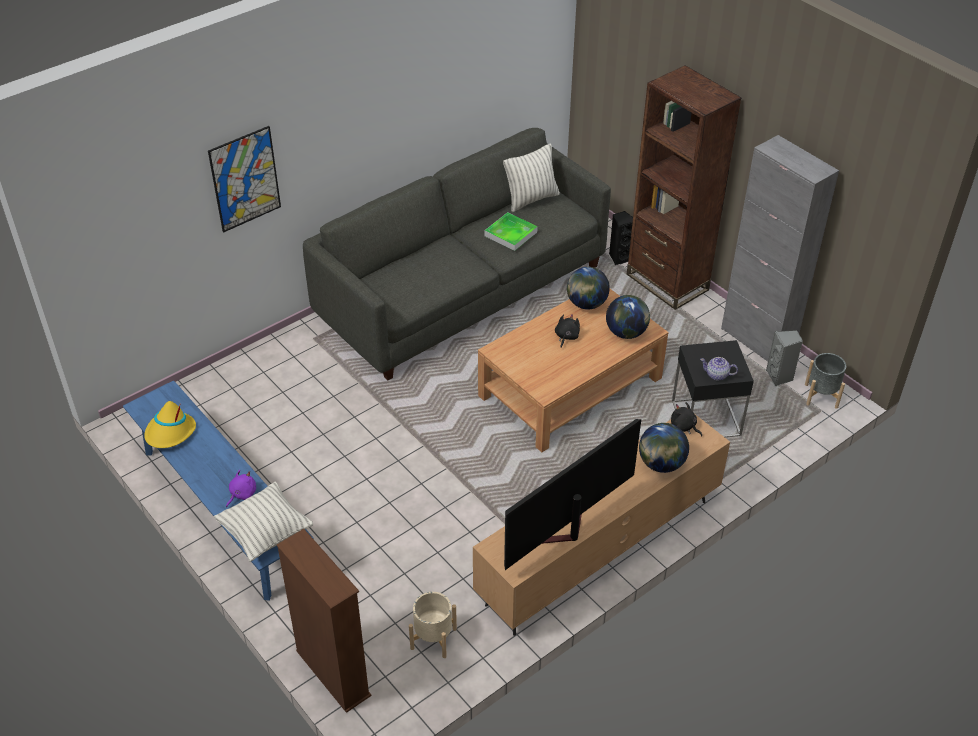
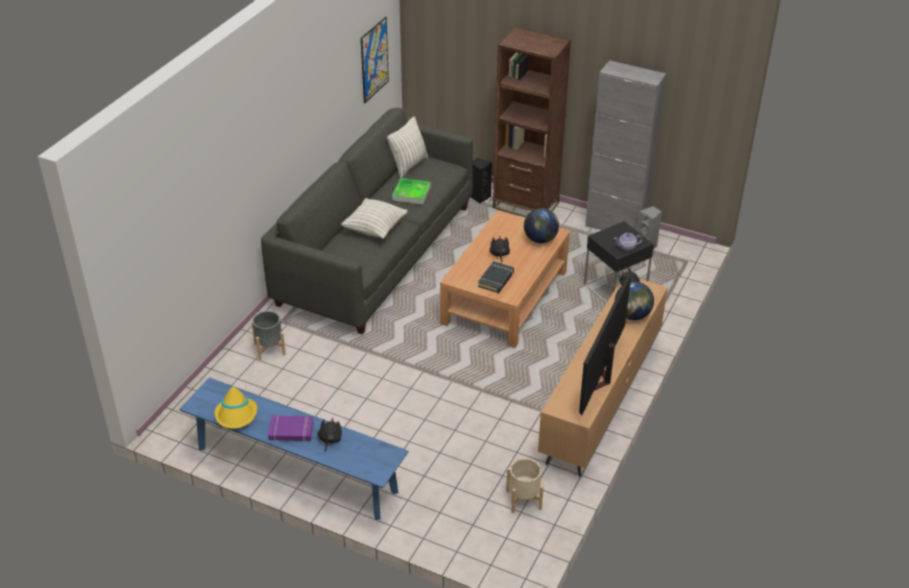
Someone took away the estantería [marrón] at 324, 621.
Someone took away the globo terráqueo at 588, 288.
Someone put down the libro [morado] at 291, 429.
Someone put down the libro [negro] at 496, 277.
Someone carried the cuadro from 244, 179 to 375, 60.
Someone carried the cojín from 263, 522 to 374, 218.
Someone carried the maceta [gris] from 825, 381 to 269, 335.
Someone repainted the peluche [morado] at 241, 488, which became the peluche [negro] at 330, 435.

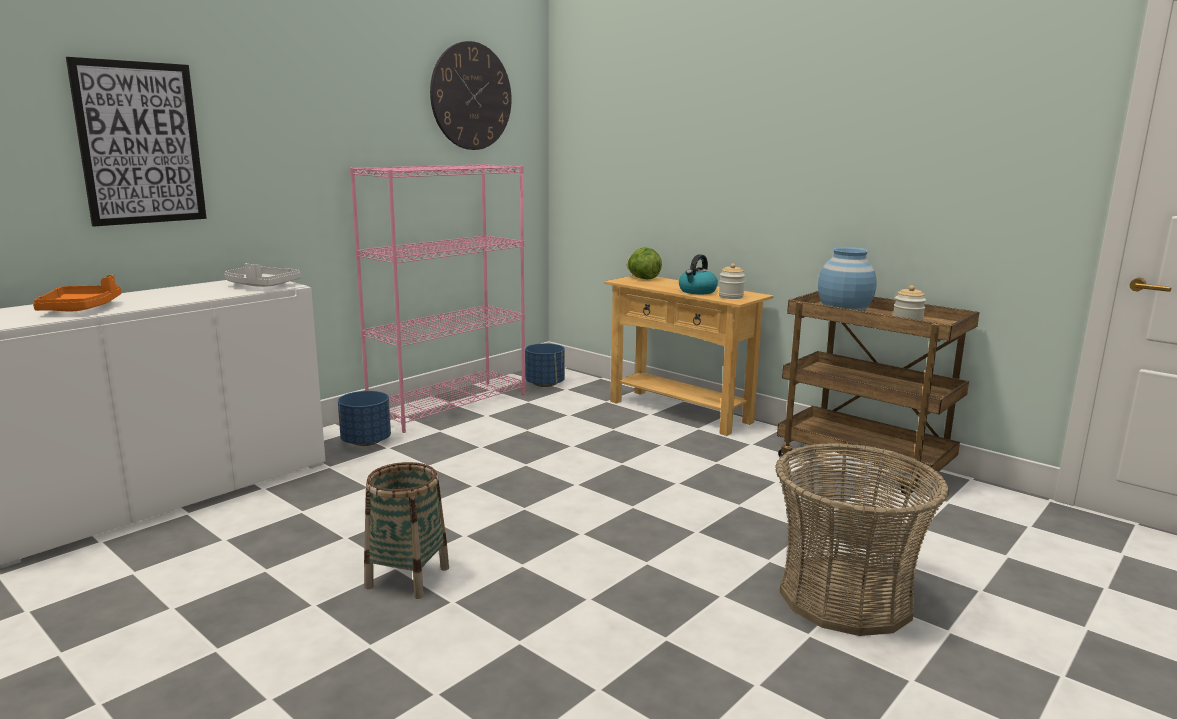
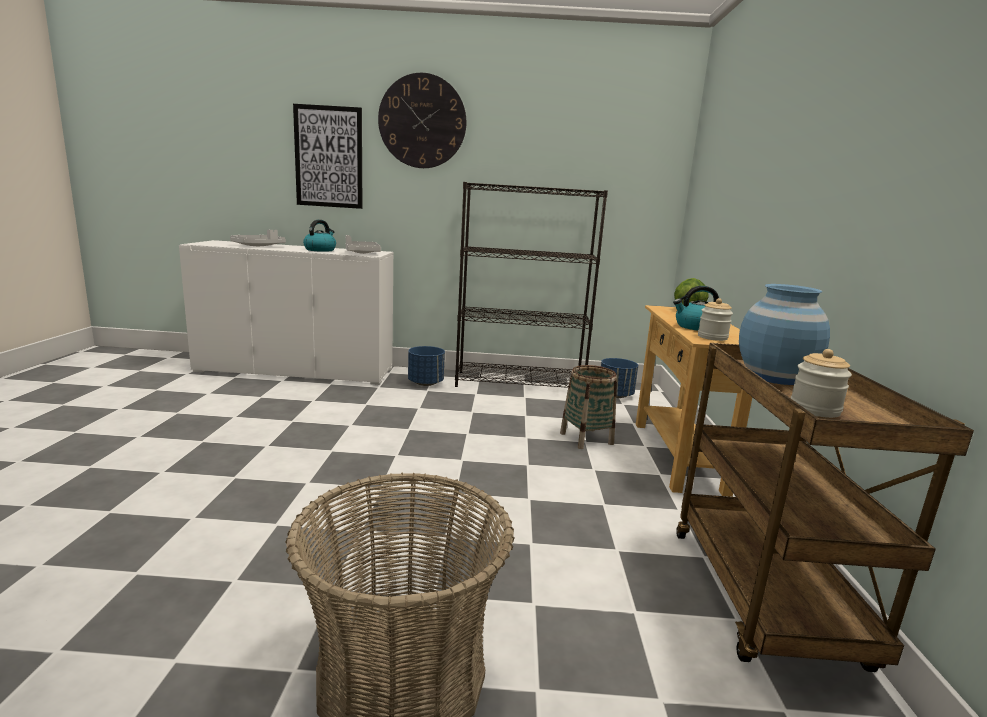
Someone put down the hervidor at 319, 236.
Someone carried the cesta from 406, 530 to 588, 407.
Someone carried the reloj de pared from 471, 95 to 422, 120.
Someone repainted the bandeja [naranja] at 77, 293, which became the bandeja [gris] at 258, 238.
Someone repainted the estantería [rosa] at 437, 298, which became the estantería [negro] at 531, 285.

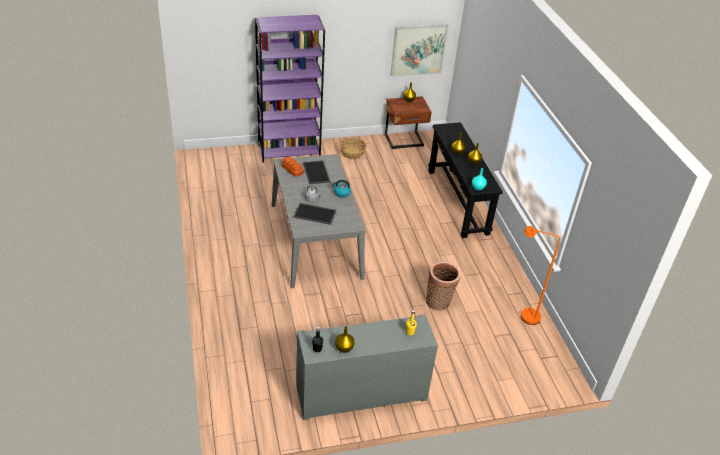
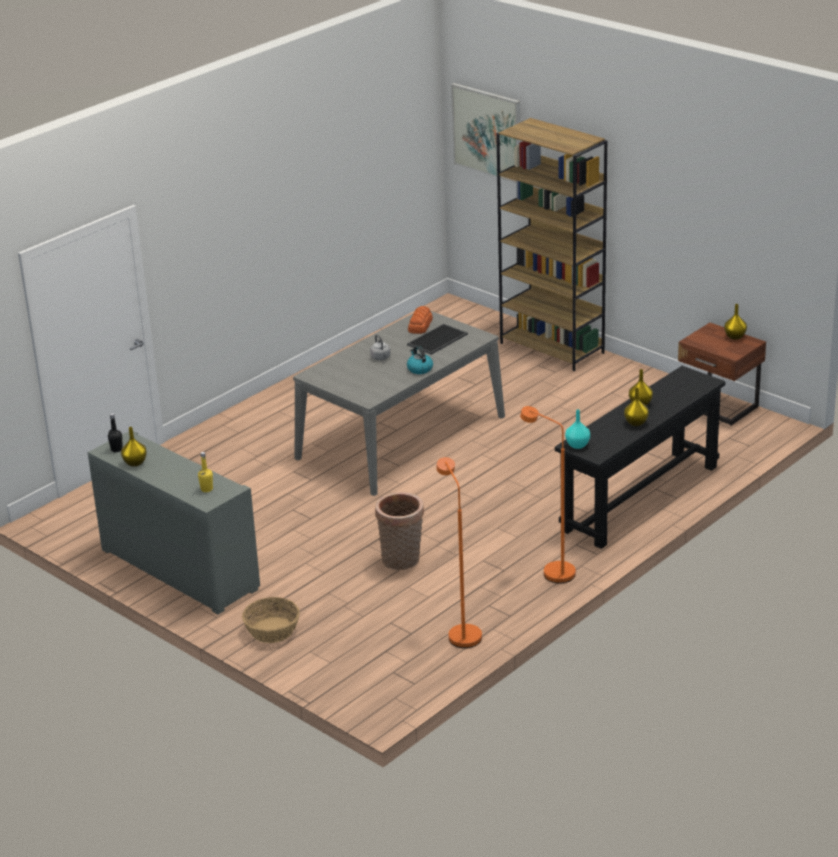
Someone took away the bandeja at 314, 214.
Someone put down the lámpara de pie [naranja] at 548, 494.
Someone carried the cesta from 353, 148 to 271, 620.
Someone carried the cuadro from 419, 50 to 486, 133.
Someone repainted the estantería [morado] at 290, 88, which became the estantería [marrón] at 551, 244.

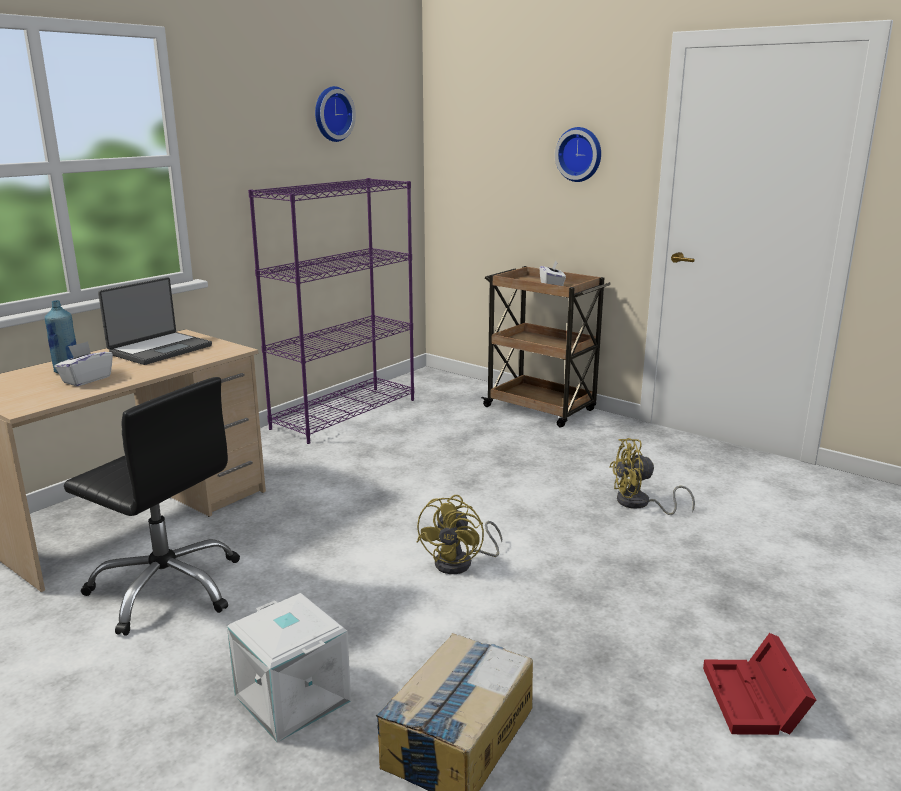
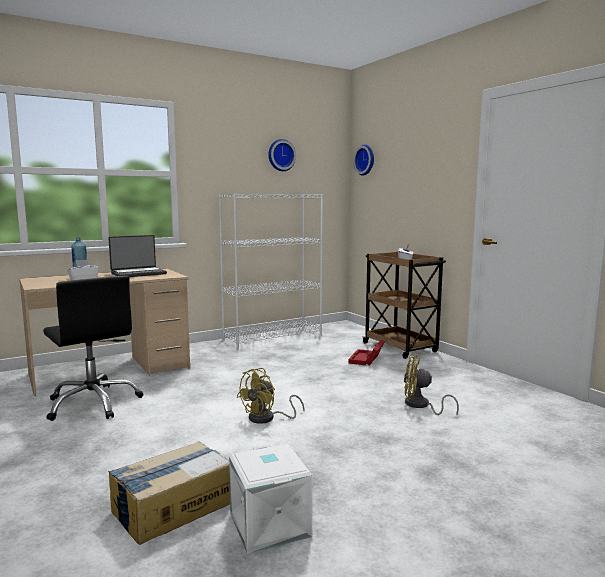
Someone carried the caja de almacenaje [blanco] from 289, 667 to 271, 499.
Someone carried the reloj de pared from 578, 154 to 363, 159.
Someone carried the caja de almacenaje [rojo] from 759, 684 to 366, 352.
Someone repainted the estantería [morado] at 331, 311, which became the estantería [blanco] at 270, 271.

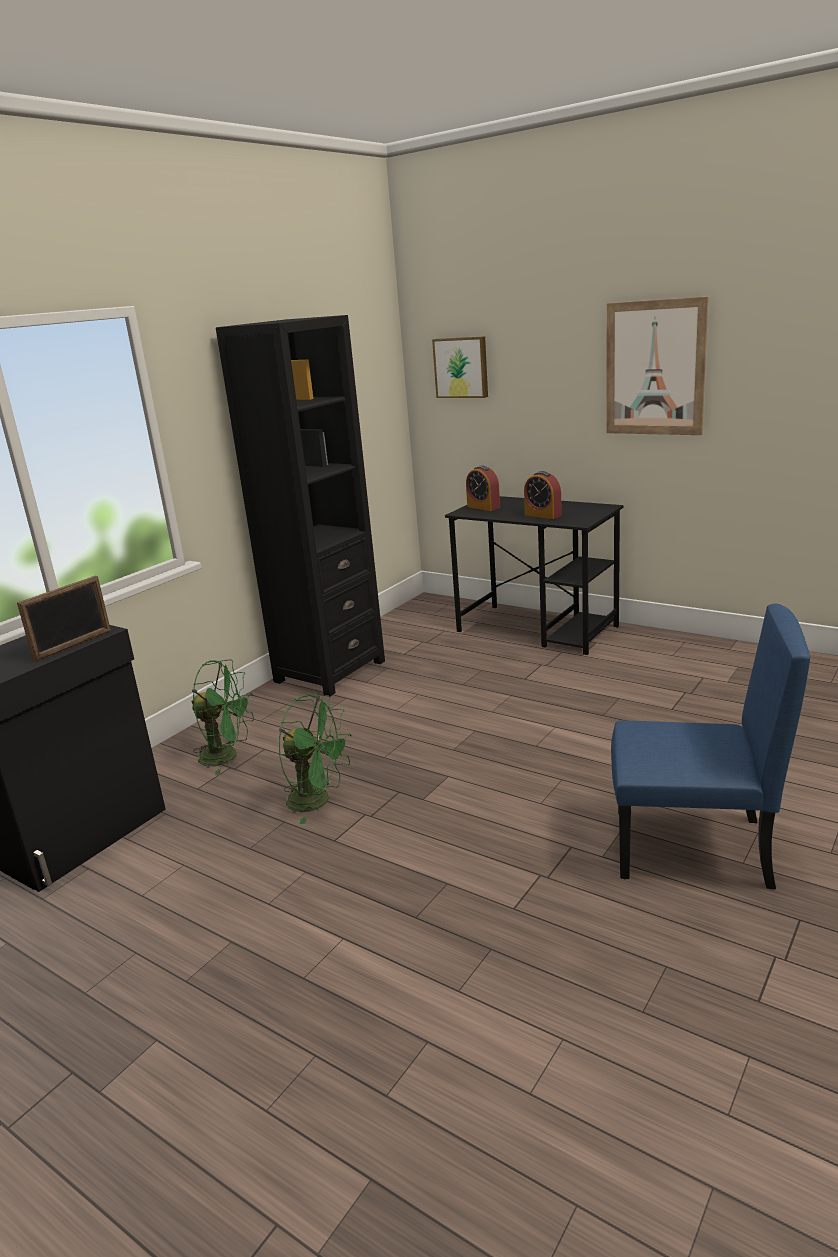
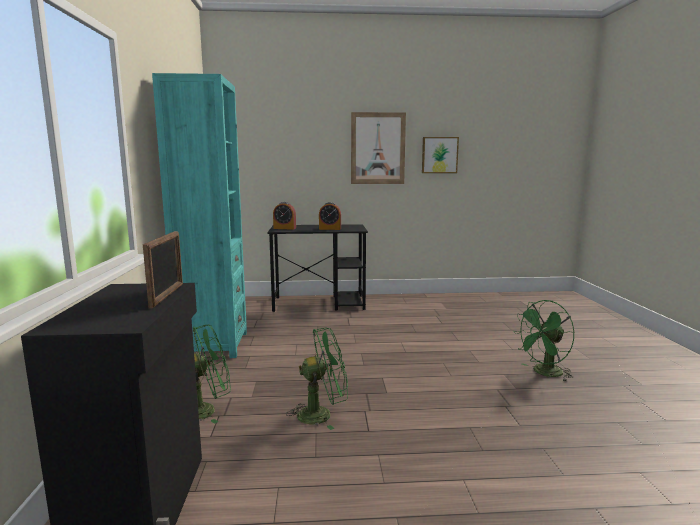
Someone carried the cuadro from 460, 367 to 440, 155.
Someone swapped the silla [azul] at 710, 746 for the ventilador [verde] at 544, 341.
Someone repainted the estantería [negro] at 300, 505, which became the estantería [turquesa] at 199, 215.

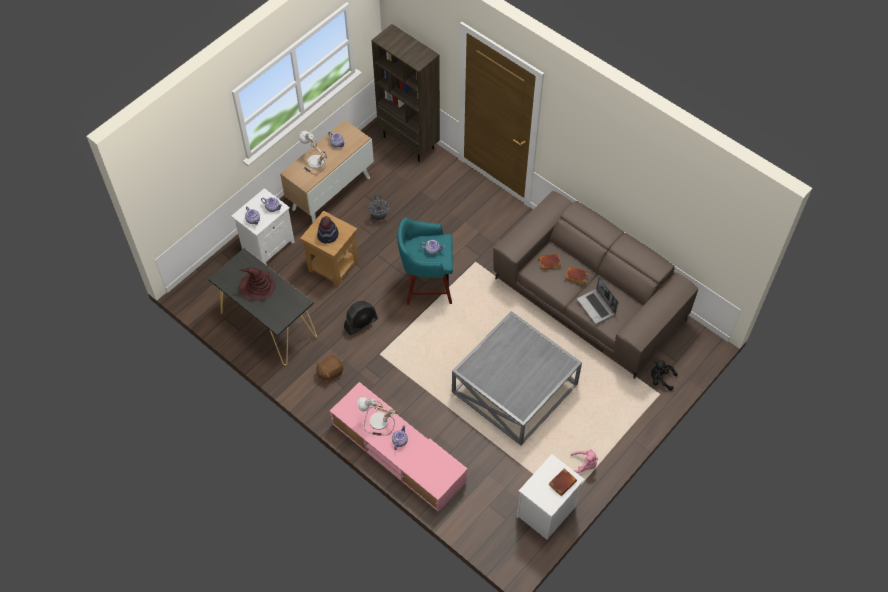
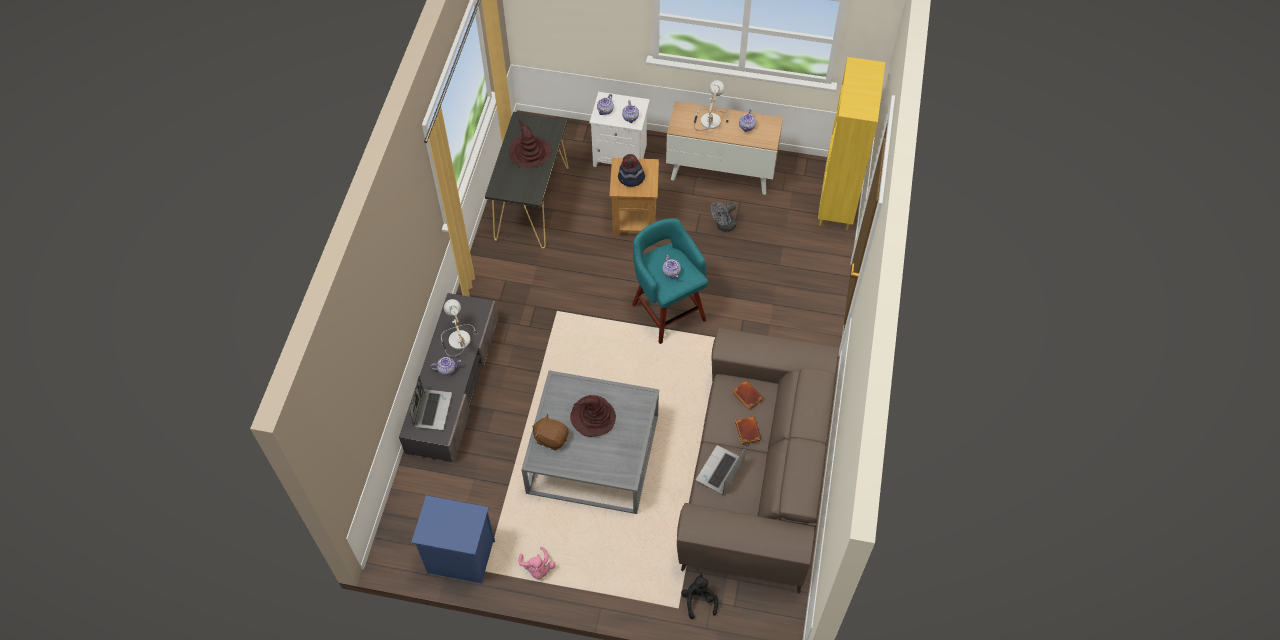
Someone took away the ventilador [negro] at 361, 318.
Someone took away the libro [marrón] at 562, 482.
Someone put down the portátil at 430, 403.
Someone put down the sombrero [marrón] at 593, 416.
Someone carried the peluche [marrón] from 329, 369 to 550, 432.
Someone repainted the mueble de televisión [rosa] at 399, 447, which became the mueble de televisión [gris] at 448, 377.
Someone repainted the estantería [marrón] at 406, 93, which became the estantería [amarillo] at 851, 143.
Someone repainted the mesita de noche [blanco] at 550, 496, which became the mesita de noche [azul] at 453, 539.

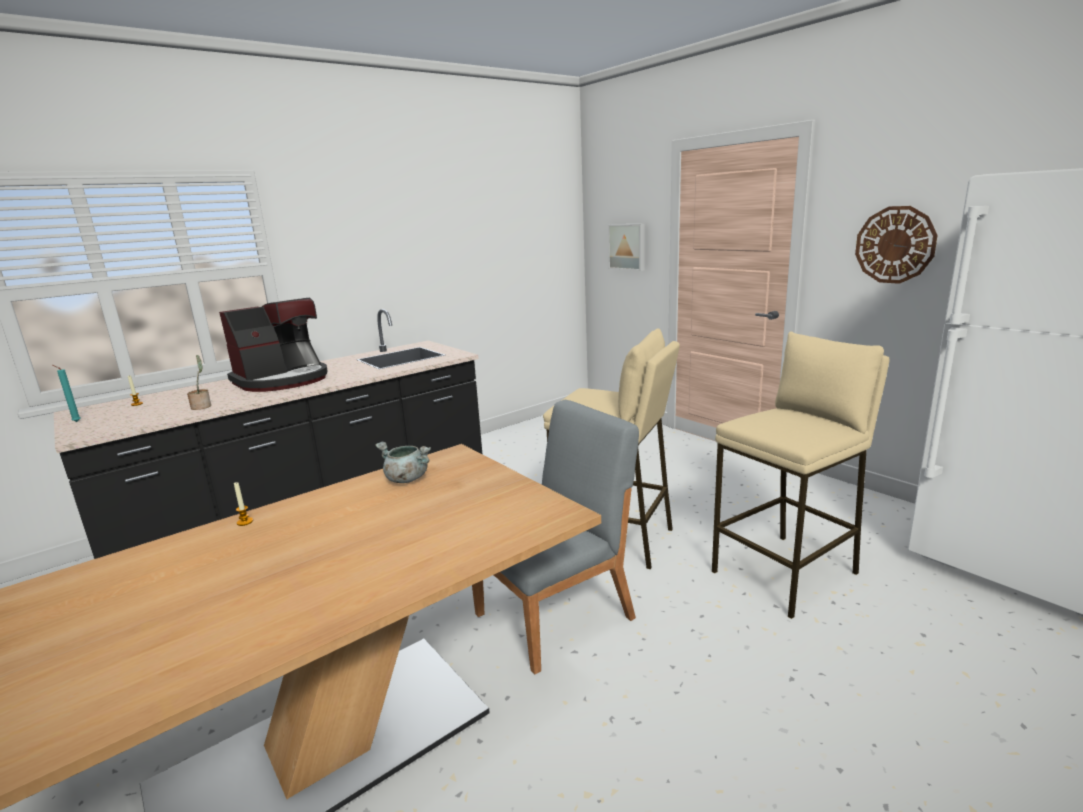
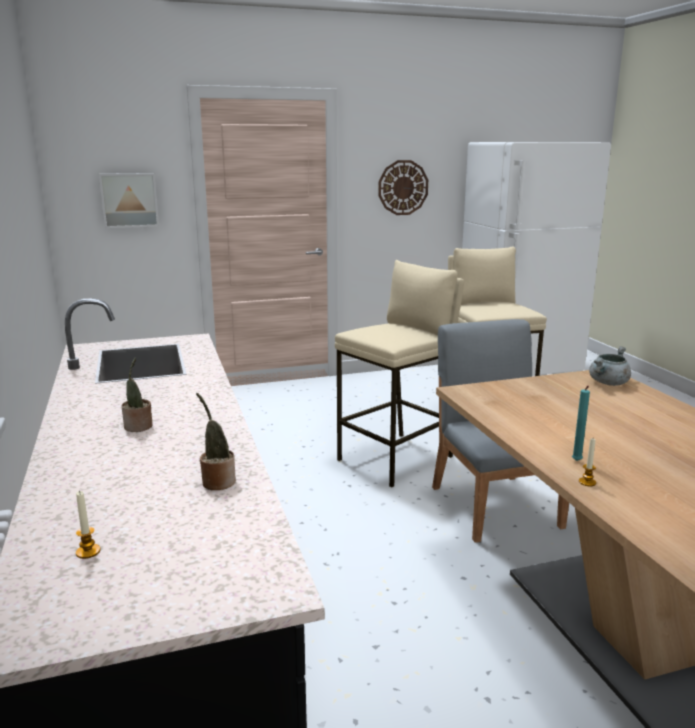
Someone carried the vela [turquesa] from 66, 393 to 581, 423.
Someone carried the olla [gris] from 403, 462 to 610, 366.
Someone swapped the cafetera at 273, 345 for the planta en maceta at 137, 395.

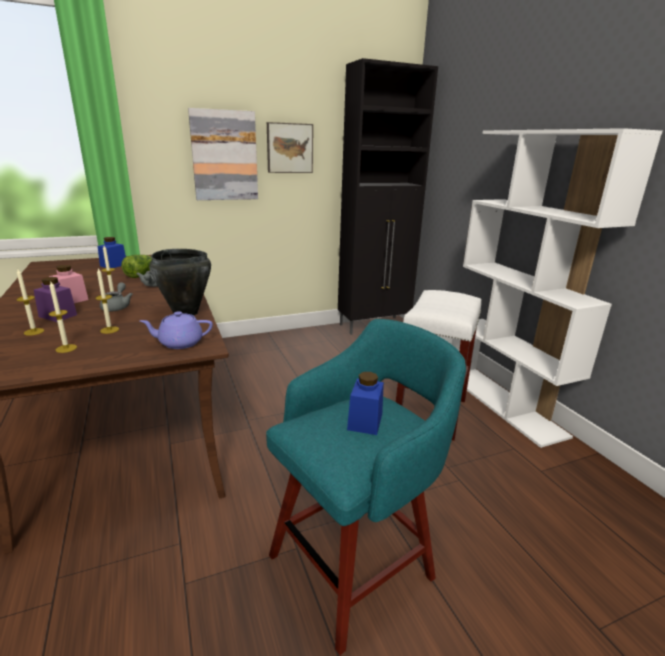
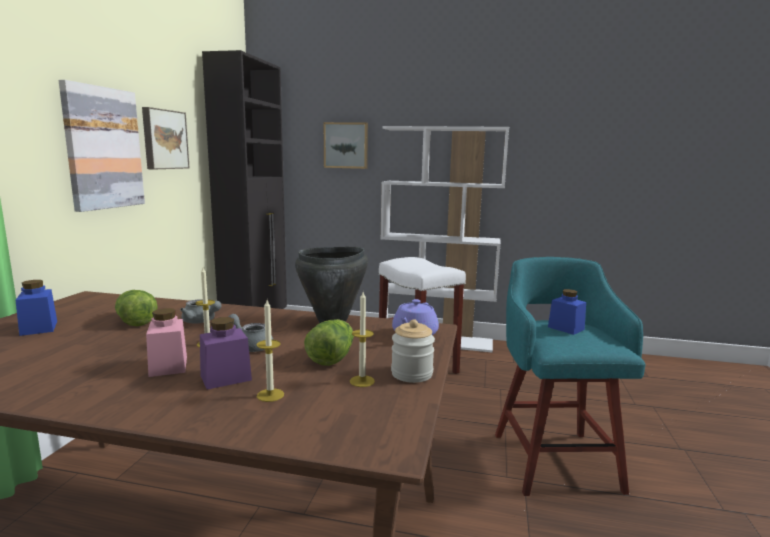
Someone put up the cuadro at 346, 145.
Someone put down the tarro at 413, 351.
Someone swapped the vela at 107, 301 for the lechuga at 329, 342.

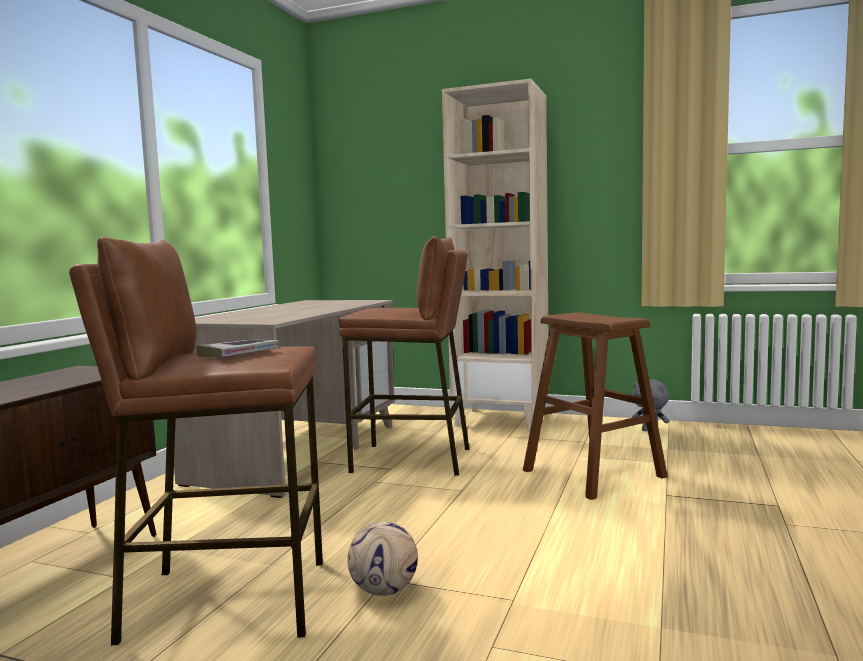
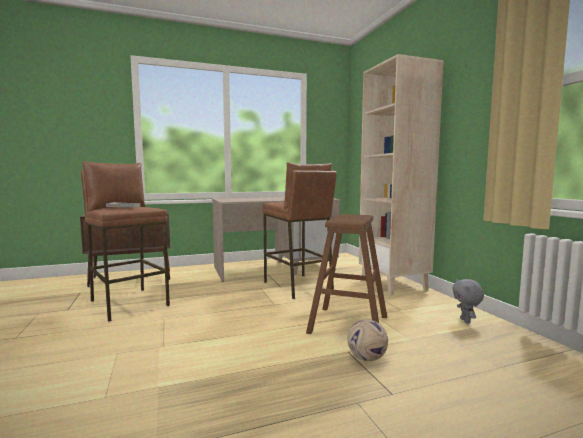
Someone carried the balón de fútbol from 382, 559 to 367, 340.

